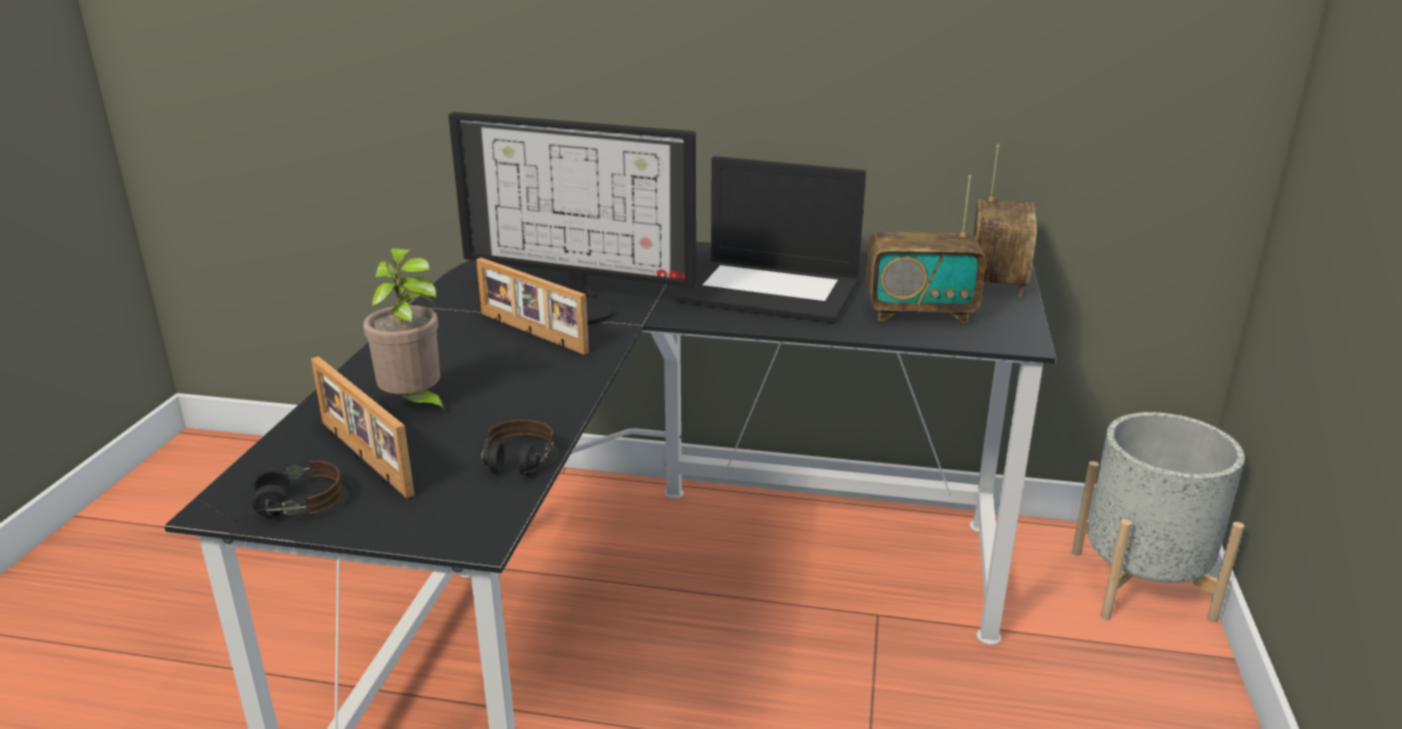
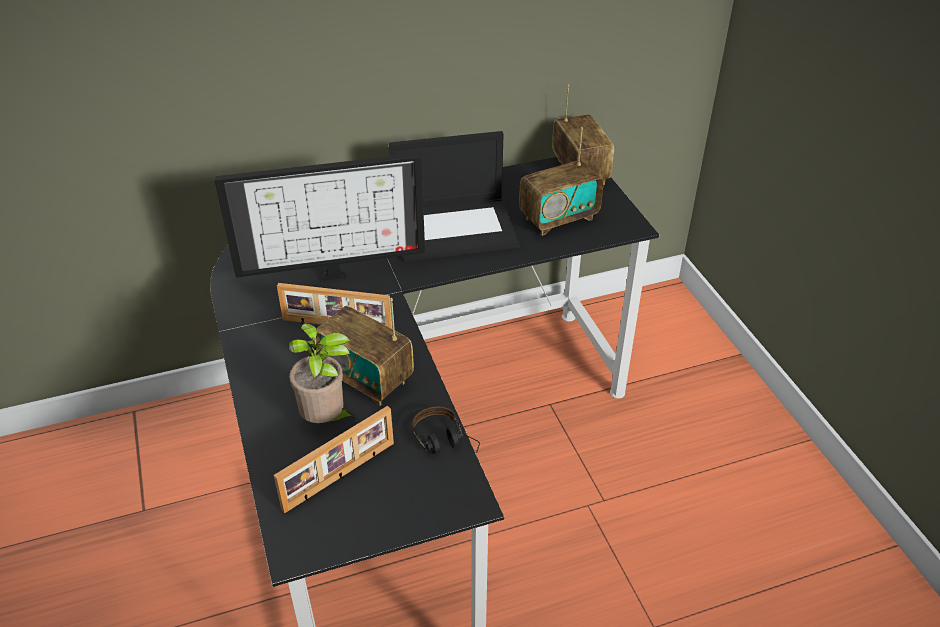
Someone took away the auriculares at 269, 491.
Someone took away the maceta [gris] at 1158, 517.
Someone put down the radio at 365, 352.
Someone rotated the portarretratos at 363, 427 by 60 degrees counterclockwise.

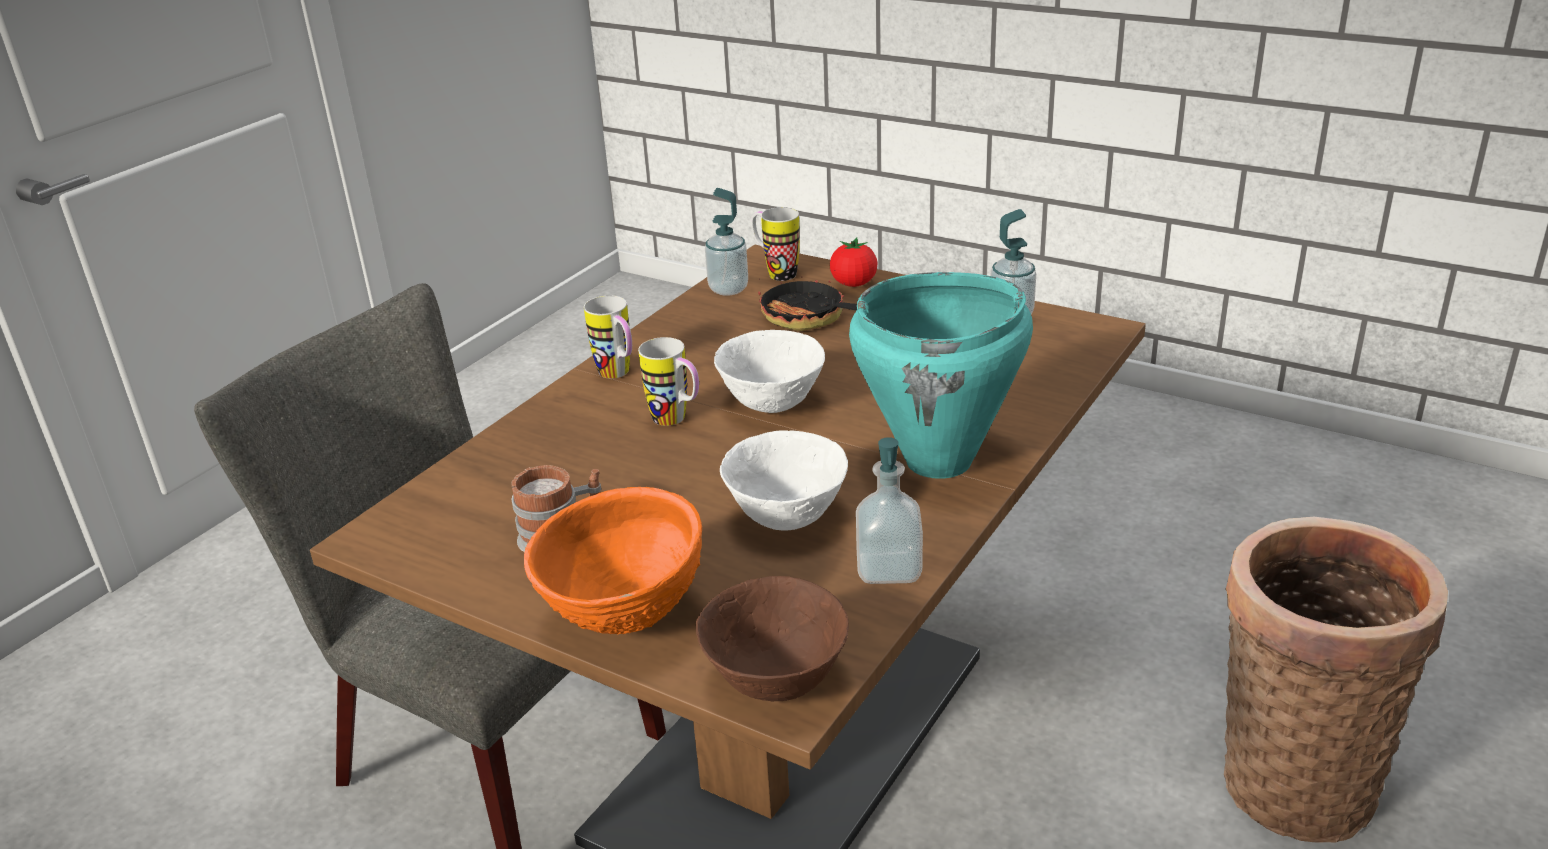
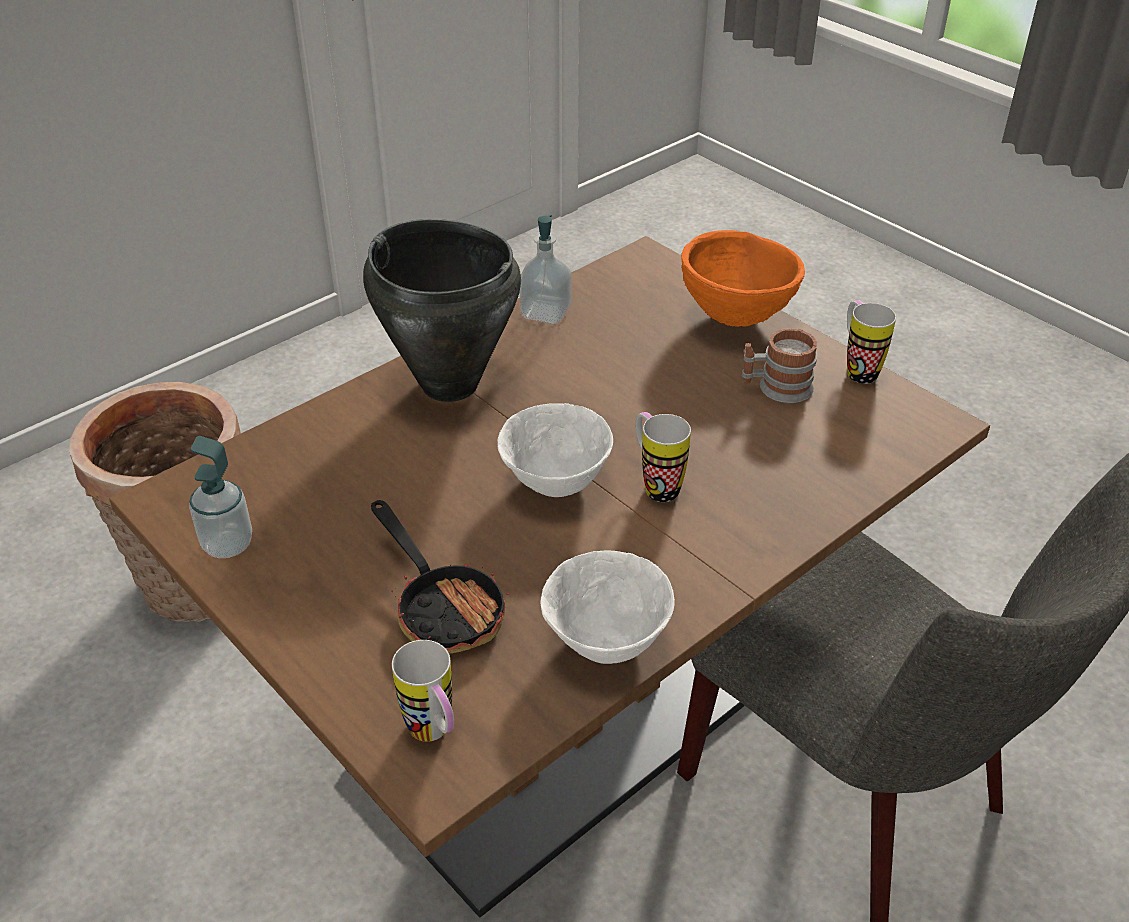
Someone took away the cuenco [marrón] at 772, 638.
Someone took away the dispensador de jabón at 726, 242.
Someone took away the tomate at 854, 262.
Someone carried the taza grande from 608, 337 to 871, 342.
Someone carried the cuenco [blanco] from 784, 480 to 607, 607.
Someone repainted the olla [turquesa] at 941, 375, which became the olla [negro] at 442, 310.

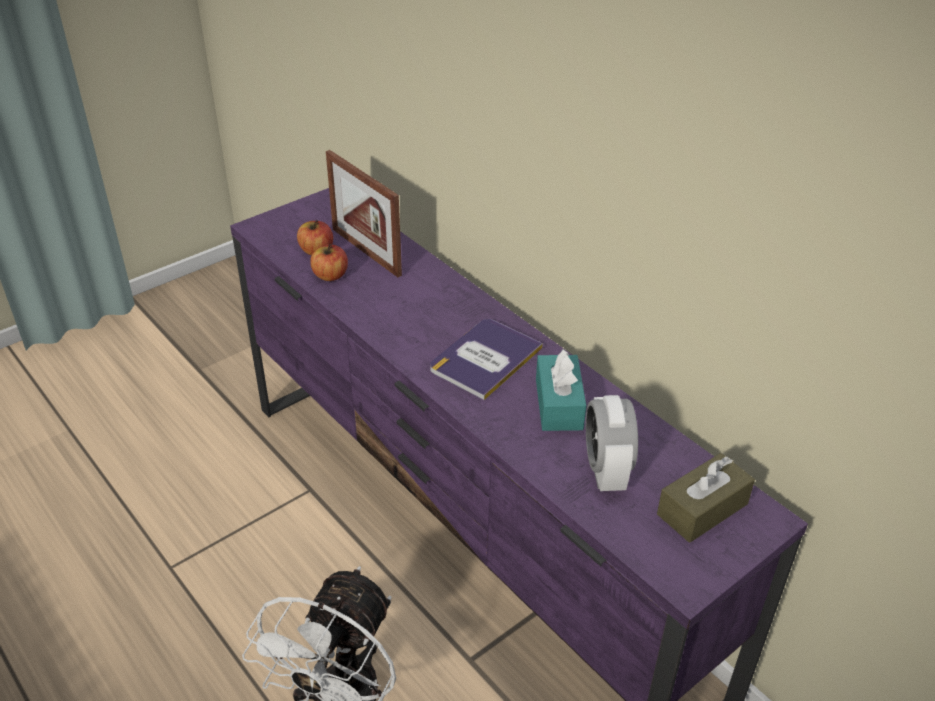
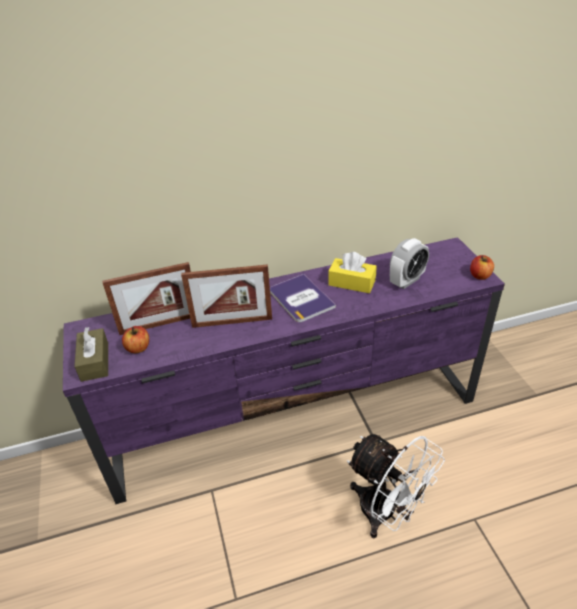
Someone put down the portarretratos at 226, 296.
Someone carried the manzana from 329, 262 to 482, 267.
Someone carried the caja de pañuelos [marrón] from 706, 498 to 91, 354.
Someone repainted the caja de pañuelos [turquesa] at 561, 390, which became the caja de pañuelos [amarillo] at 352, 272.
Someone rotated the despertador at 612, 443 by 60 degrees counterclockwise.

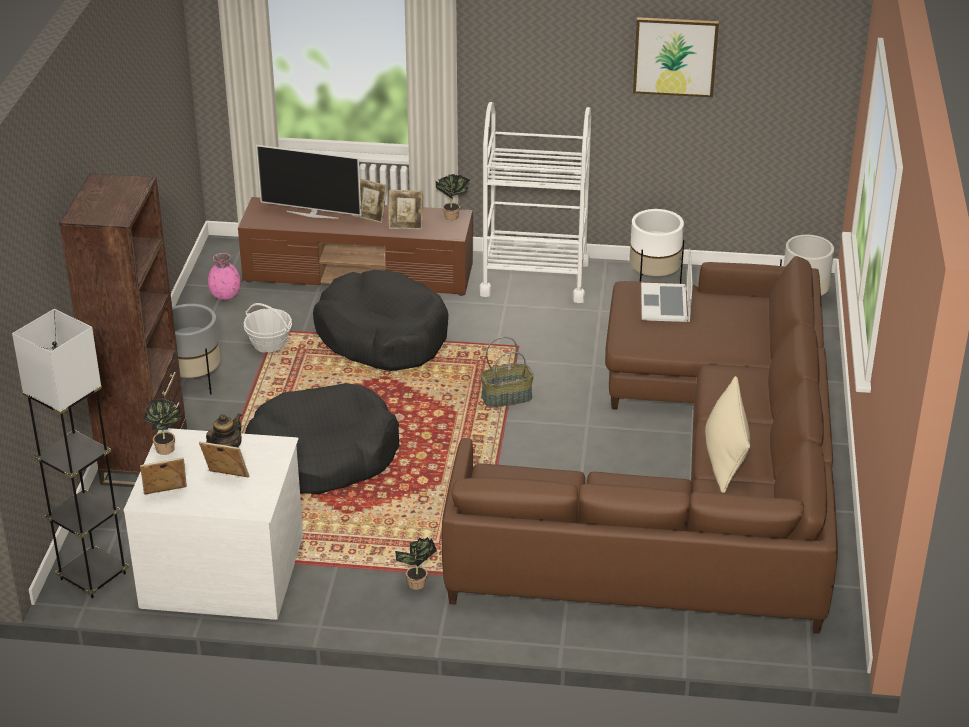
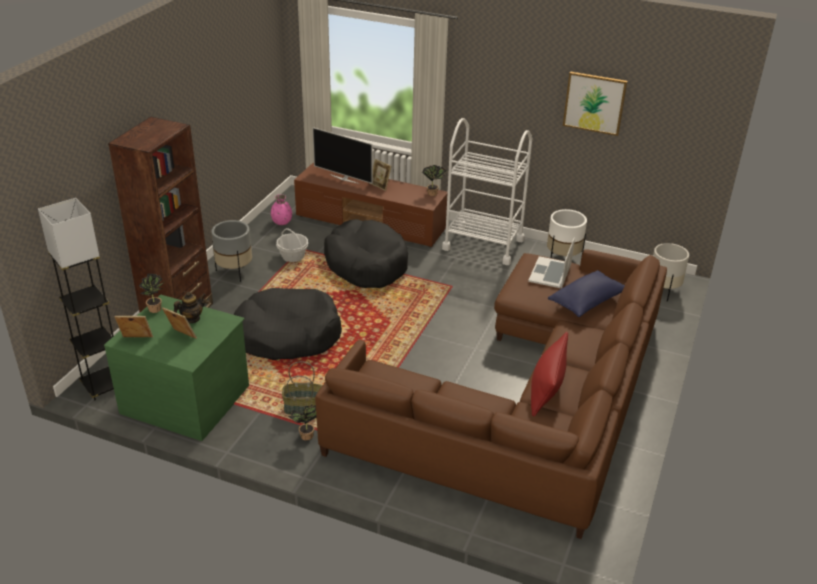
Someone took away the portarretratos at 406, 210.
Someone put down the cojín [azul] at 586, 293.
Someone carried the cesta from 507, 372 to 302, 388.
Someone repainted the cómoda [blanco] at 213, 524, which became the cómoda [verde] at 176, 367.
Someone repainted the cojín [beis] at 727, 434, which became the cojín [rojo] at 549, 374.

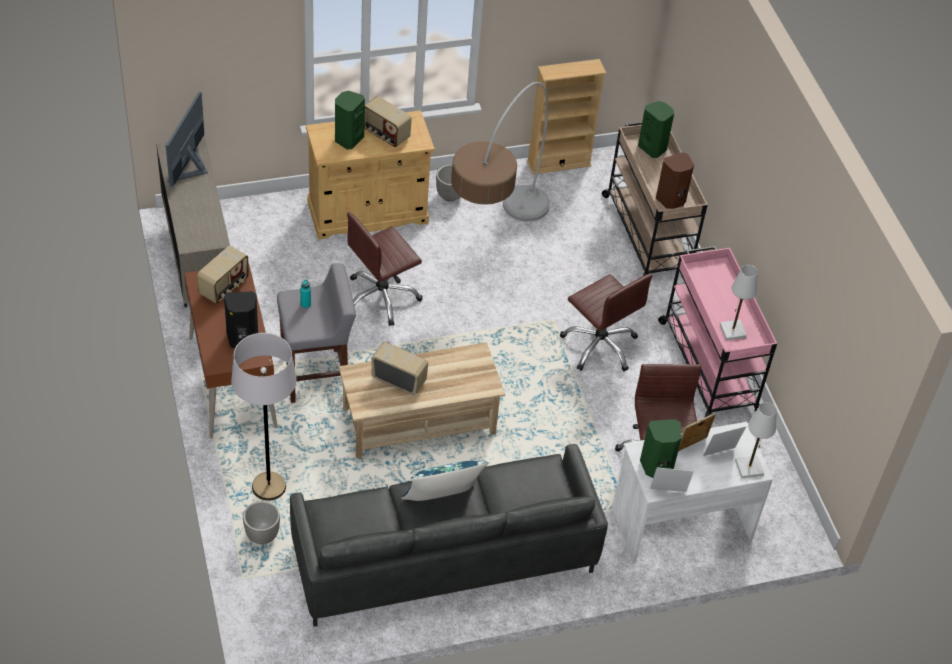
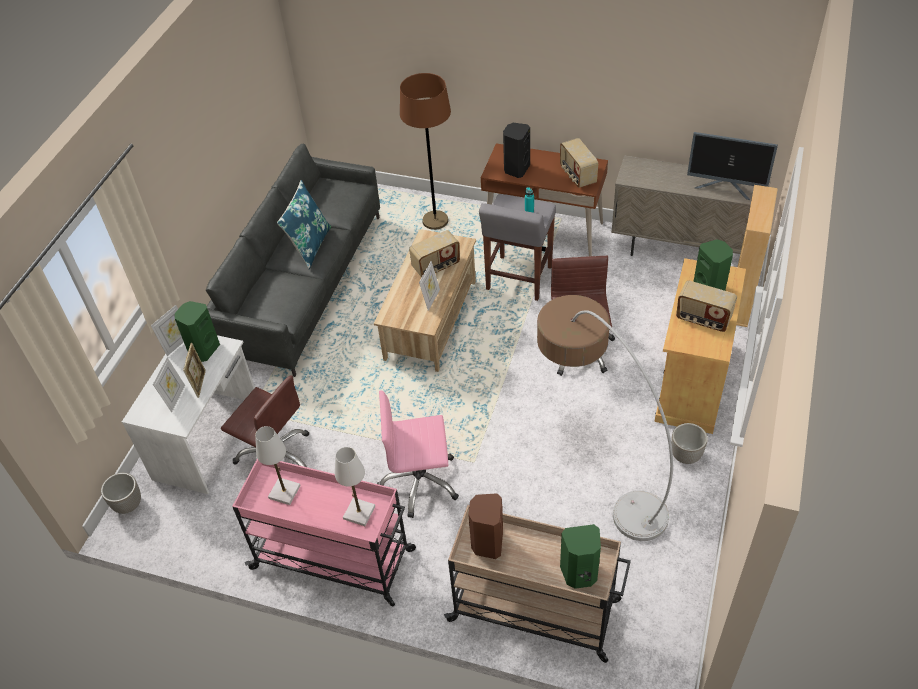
Someone put down the portarretratos at 429, 286.
Someone carried the maceta from 261, 522 to 121, 493.
Someone carried the estantería [beis] from 566, 117 to 757, 256.
Someone carried the lámpara de mesa [blanco] from 756, 440 to 355, 486.
Someone repainted the lámpara de pie [gris] at 264, 417, which became the lámpara de pie [marrón] at 425, 151.
Someone repainted the silla de oficina [marrón] at 606, 322, which became the silla de oficina [rosa] at 418, 454.
Someone rotated the monitor at 187, 139 by 150 degrees clockwise.
Someone rotated the radio at 388, 121 by 135 degrees counterclockwise.

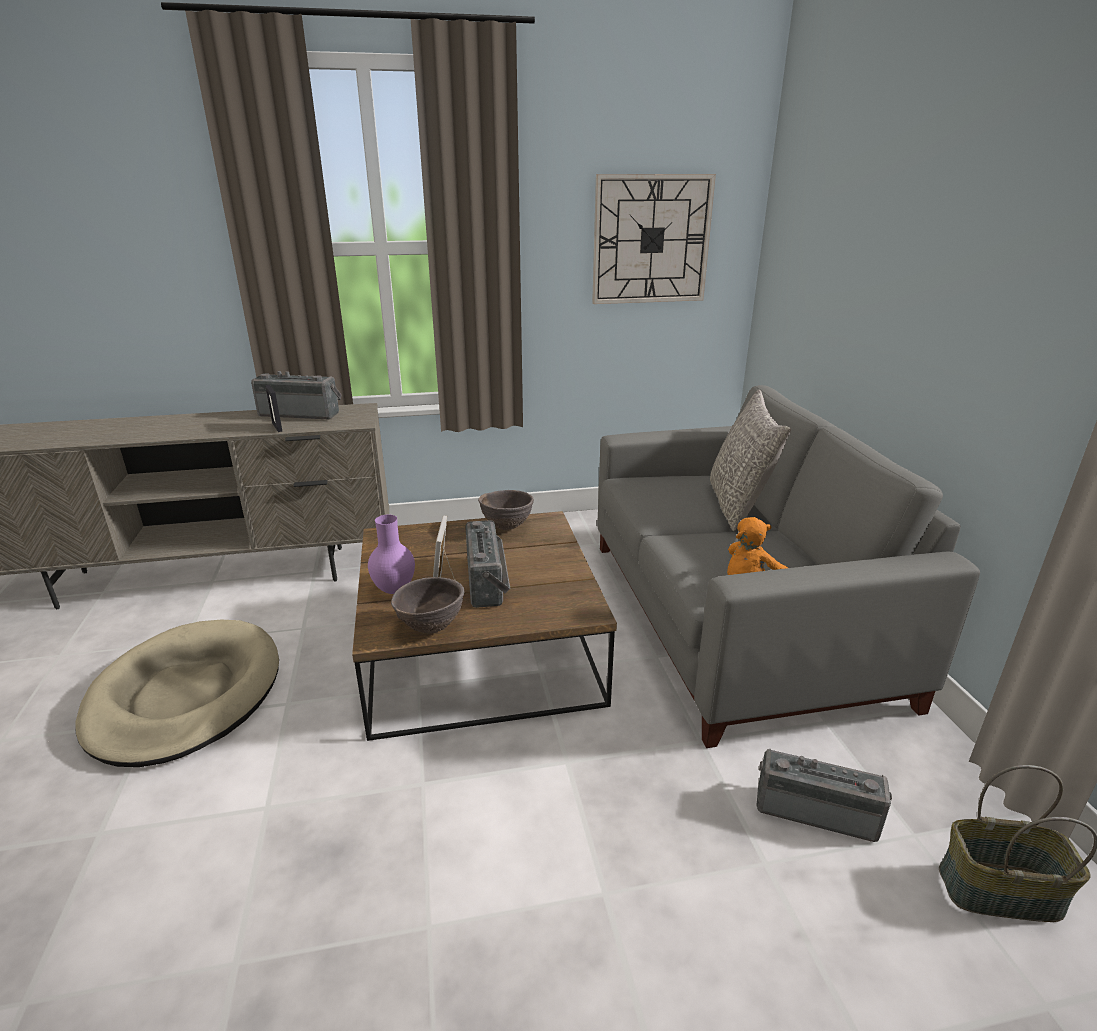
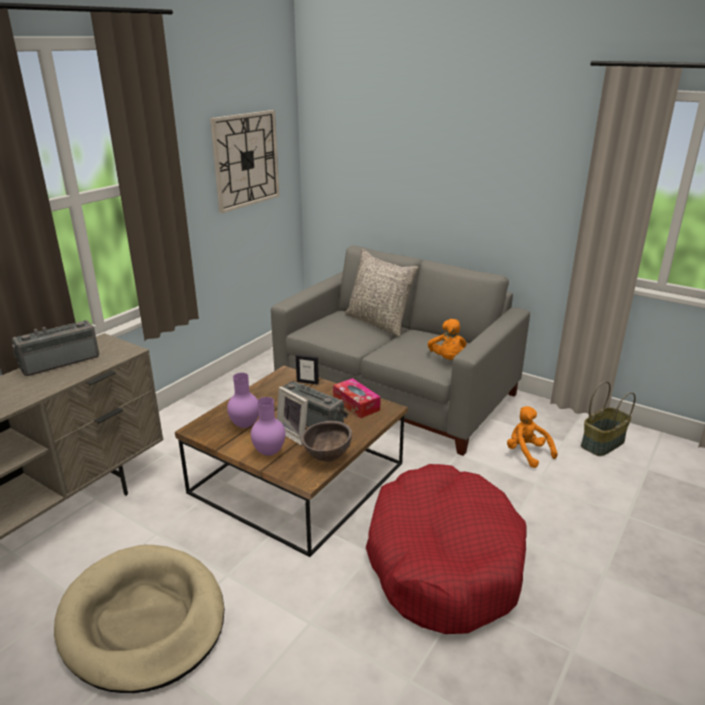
Someone took away the cuenco [marrón] at 506, 510.
Someone put down the florero [morado] at 243, 400.
Someone put down the caja de pañuelos at 357, 398.
Someone put down the cama para perro [rojo] at 446, 549.
Someone carried the portarretratos from 273, 408 to 307, 369.
Someone swapped the radio at 824, 795 for the peluche [naranja] at 532, 437.

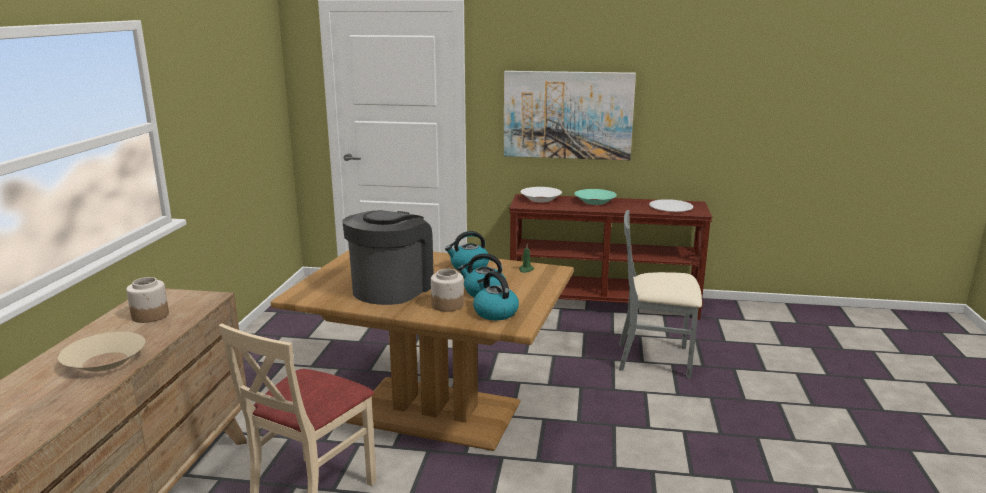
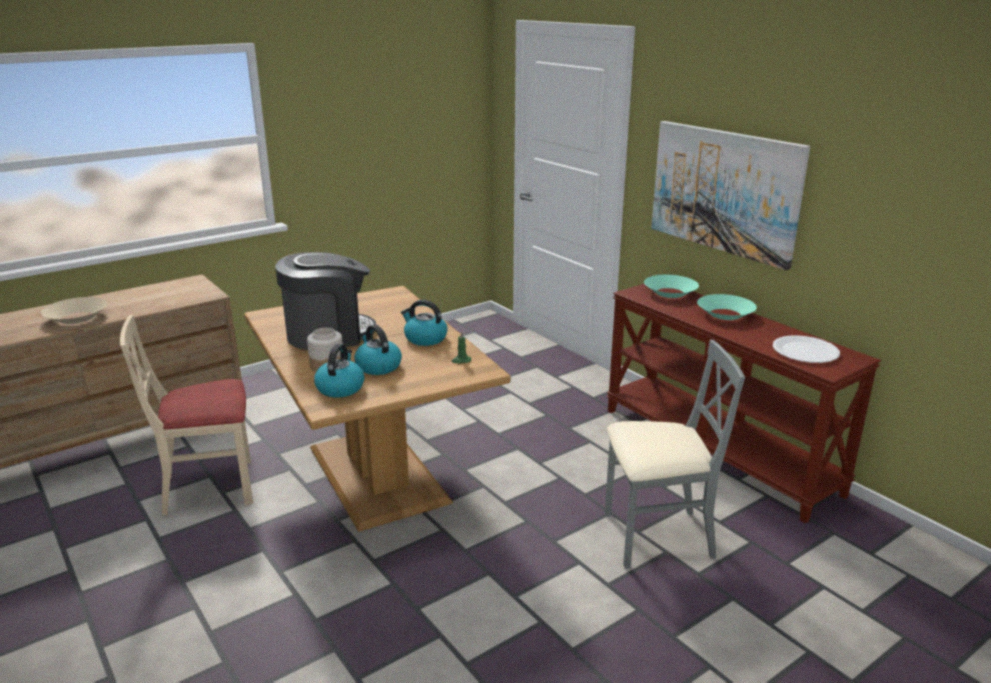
Someone took away the tarro at 147, 300.
Someone repainted the cuenco [blanco] at 541, 194, which became the cuenco [turquesa] at 671, 286.
Someone rotated the silla [gris] at 660, 294 by 120 degrees clockwise.

